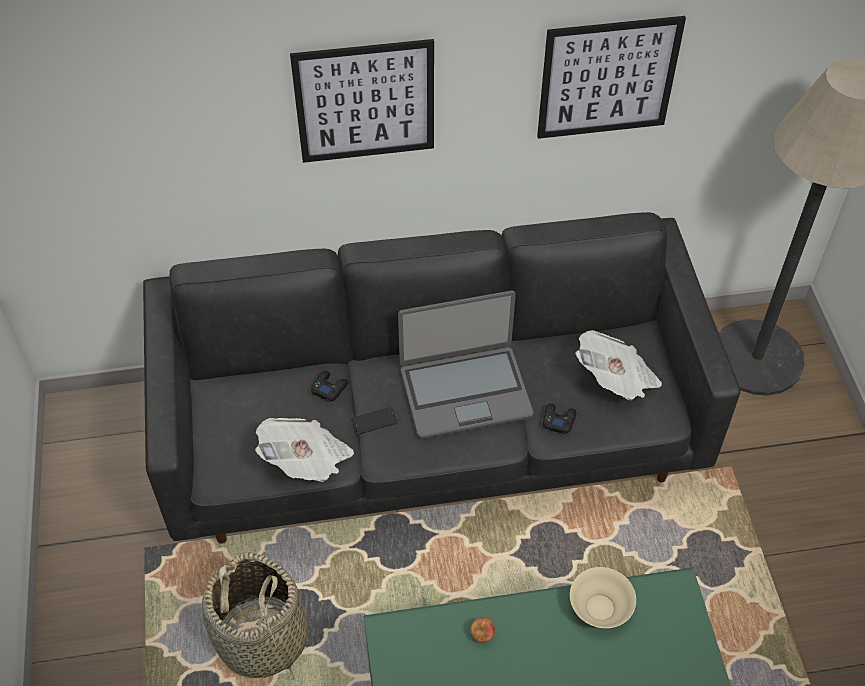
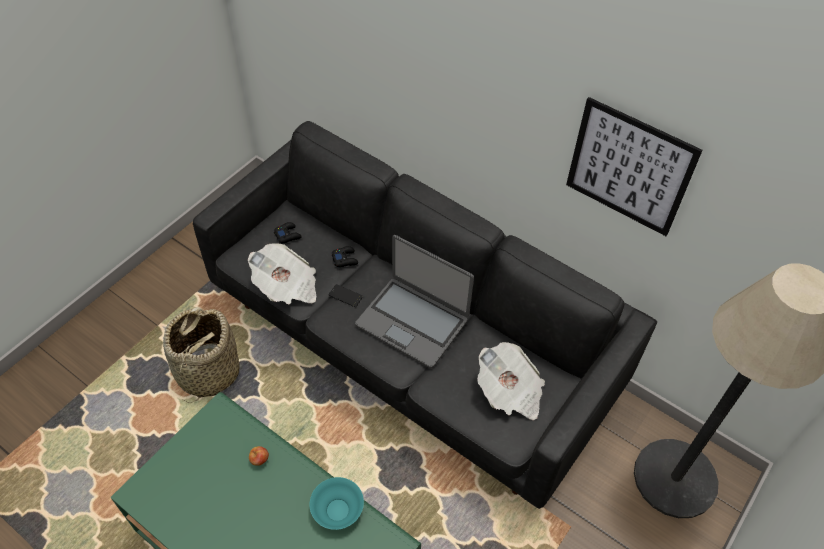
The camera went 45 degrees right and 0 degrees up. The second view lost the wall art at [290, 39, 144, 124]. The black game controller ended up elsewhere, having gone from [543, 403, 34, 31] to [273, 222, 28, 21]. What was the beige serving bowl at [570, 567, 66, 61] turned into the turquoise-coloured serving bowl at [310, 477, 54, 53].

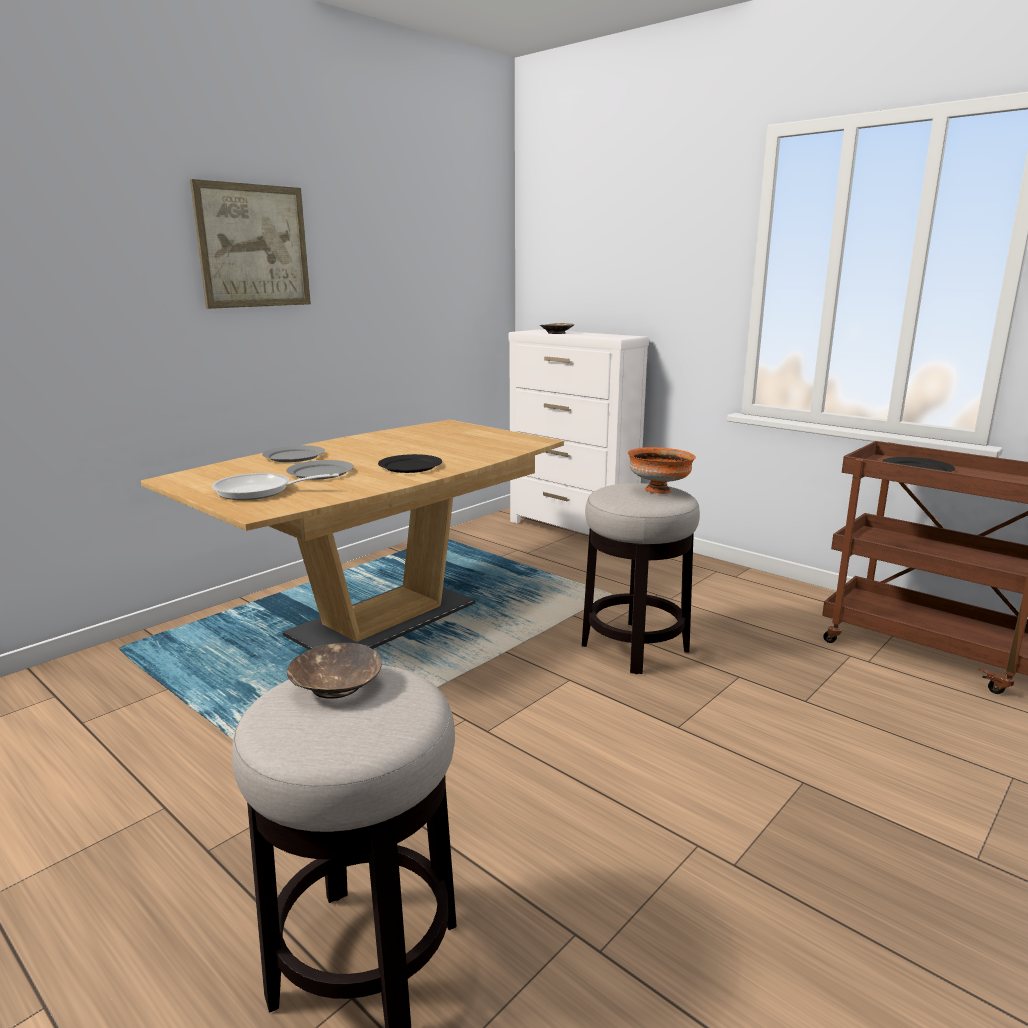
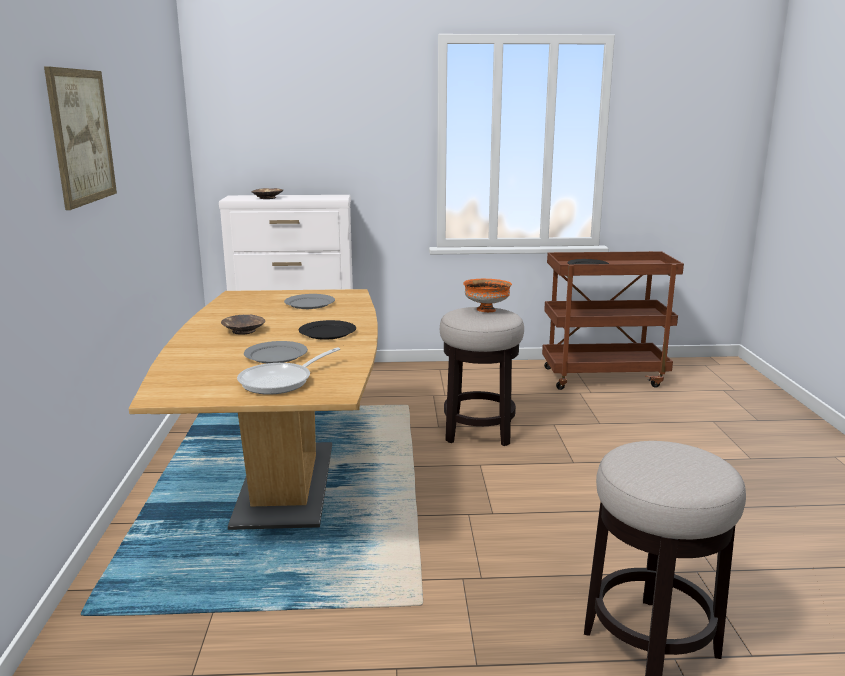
The camera went 45 degrees left and 0 degrees up. The greyish plate ended up elsewhere, having gone from [262, 445, 63, 17] to [284, 294, 51, 15]. The brown serving bowl ended up elsewhere, having gone from [287, 643, 95, 56] to [221, 315, 44, 20].

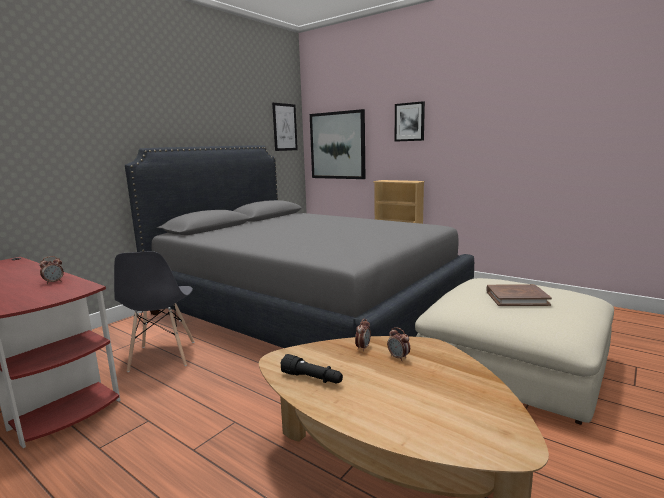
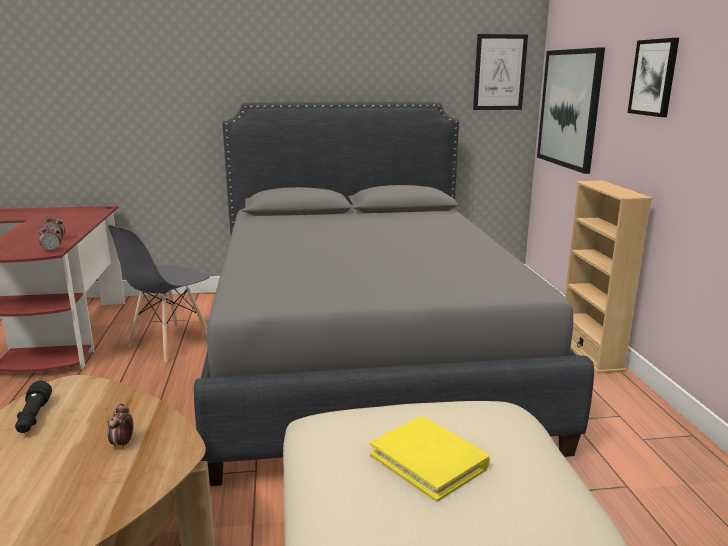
The camera went 45 degrees right and 5 degrees up. What was the brown bound book at [486, 284, 66, 22] turned into the yellowish bound book at [370, 416, 120, 86]. The alarm clock ended up elsewhere, having gone from [355, 318, 16, 33] to [39, 224, 22, 28].

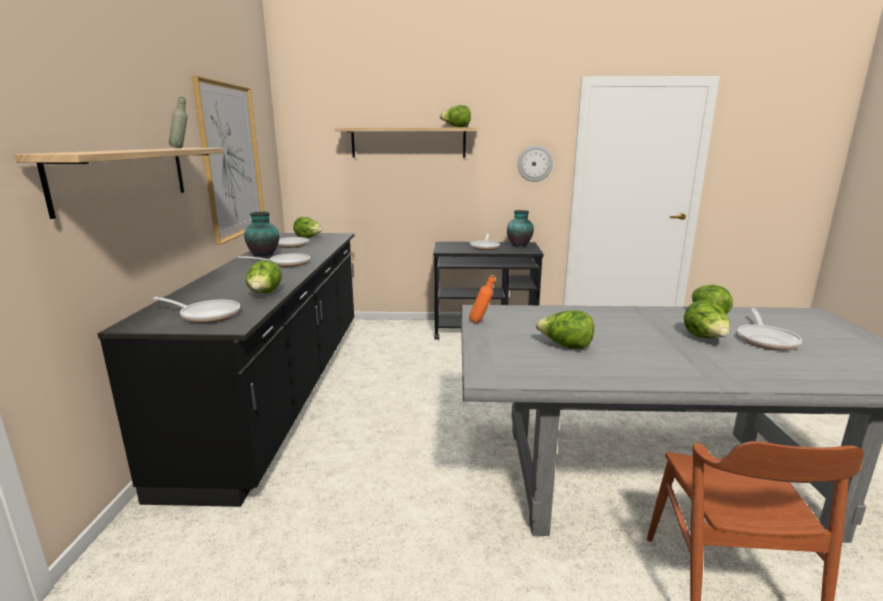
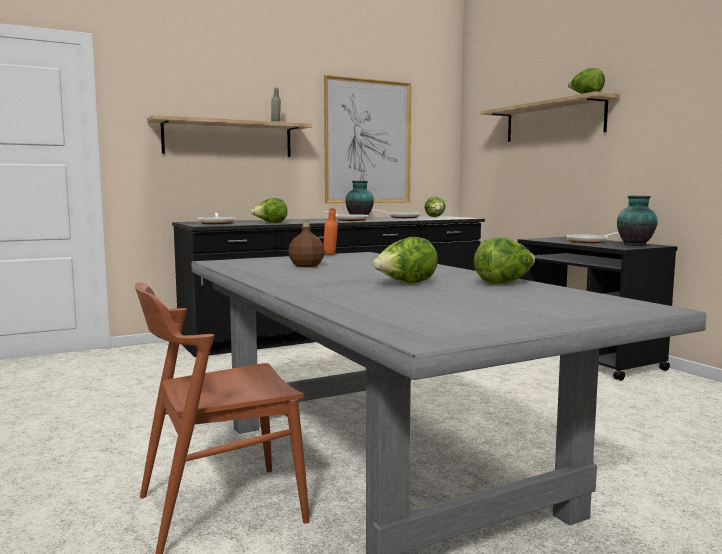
The camera went 60 degrees right and 10 degrees down. The second view lost the clock on the wall at [518, 146, 35, 36]. The second view lost the pan at [737, 308, 65, 42]. Where the head of lettuce stood at [536, 310, 58, 39], the brown beverage bottle came to stand at [288, 222, 37, 45].

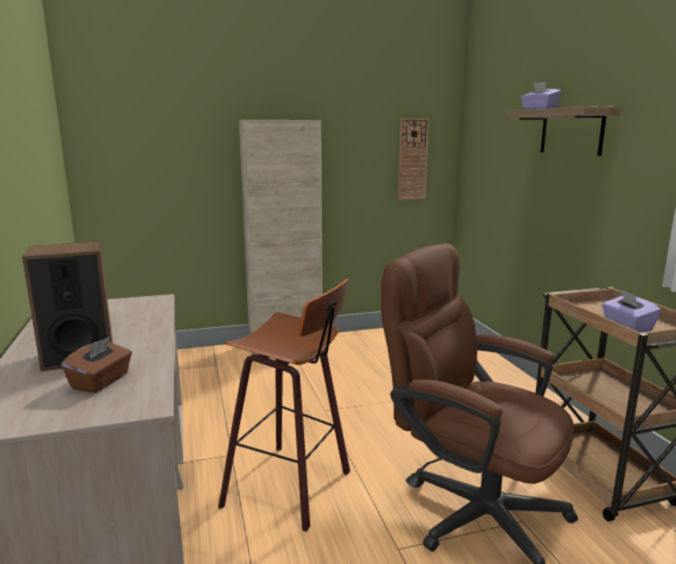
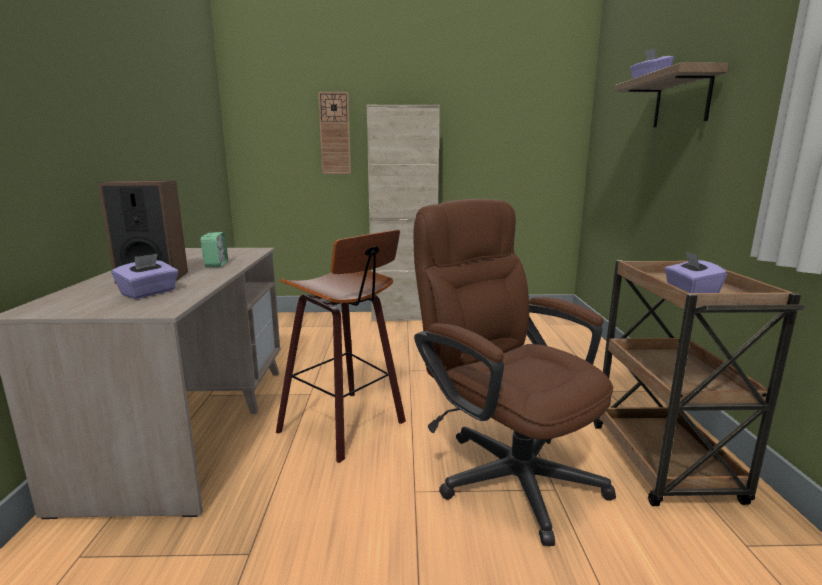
The camera went 15 degrees right and 0 degrees up. The clock on the wall ended up elsewhere, having gone from [398, 118, 31, 82] to [318, 92, 33, 82]. What was the brown tissue box at [61, 336, 71, 57] turned into the purplish tissue box at [111, 253, 67, 46]. The second view gained the alarm clock at [200, 232, 28, 35].

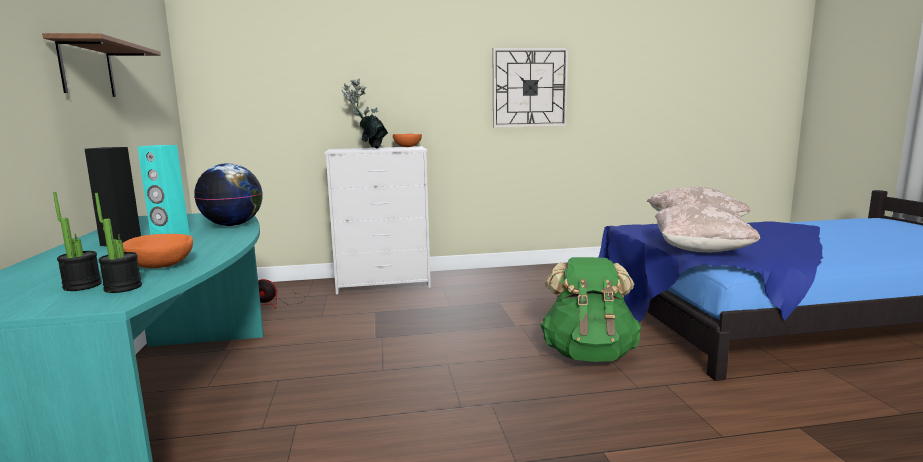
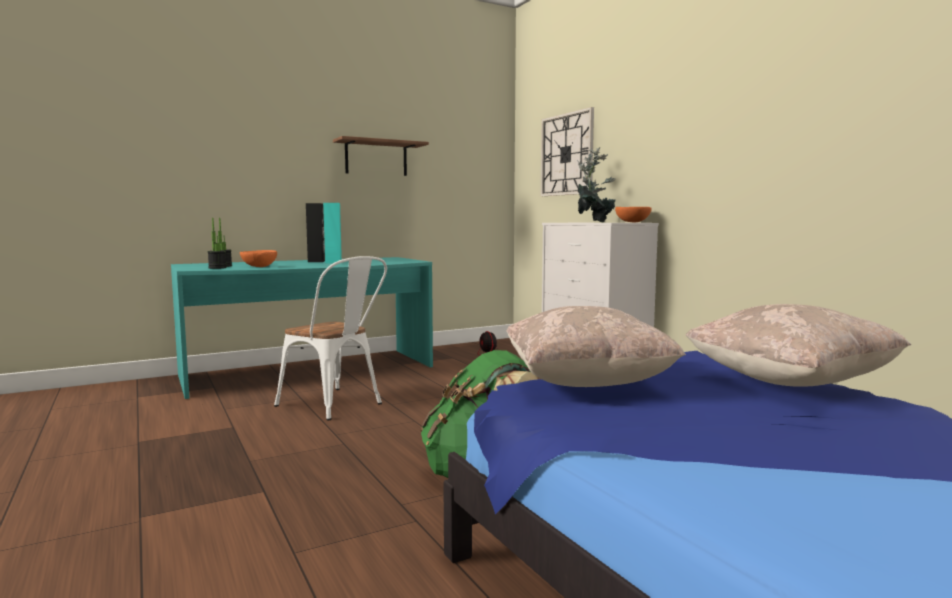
The camera went 70 degrees right and 5 degrees down. The clock on the wall ended up elsewhere, having gone from [493, 48, 75, 80] to [540, 107, 54, 89]. The second view lost the world globe at [194, 163, 69, 63]. The second view gained the whitish upright chair at [274, 256, 113, 165].

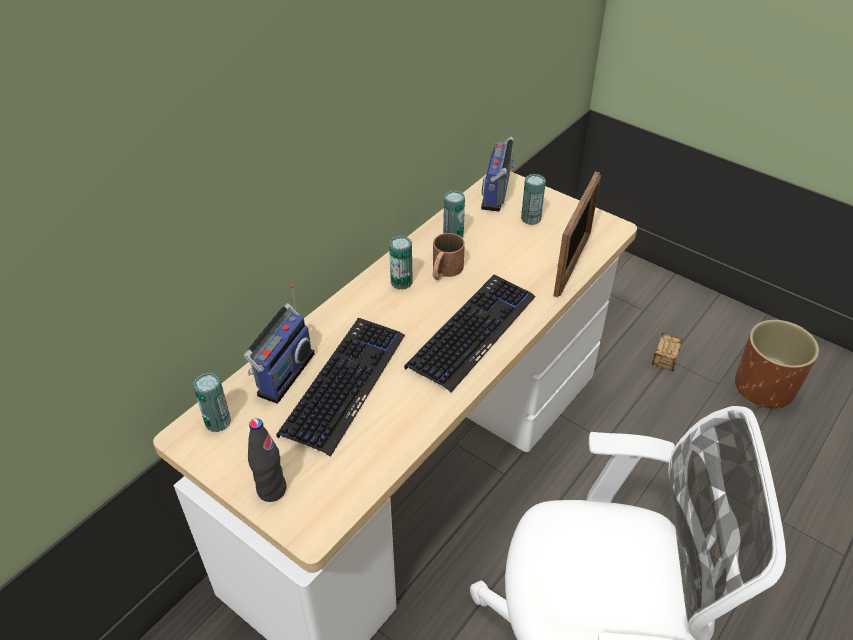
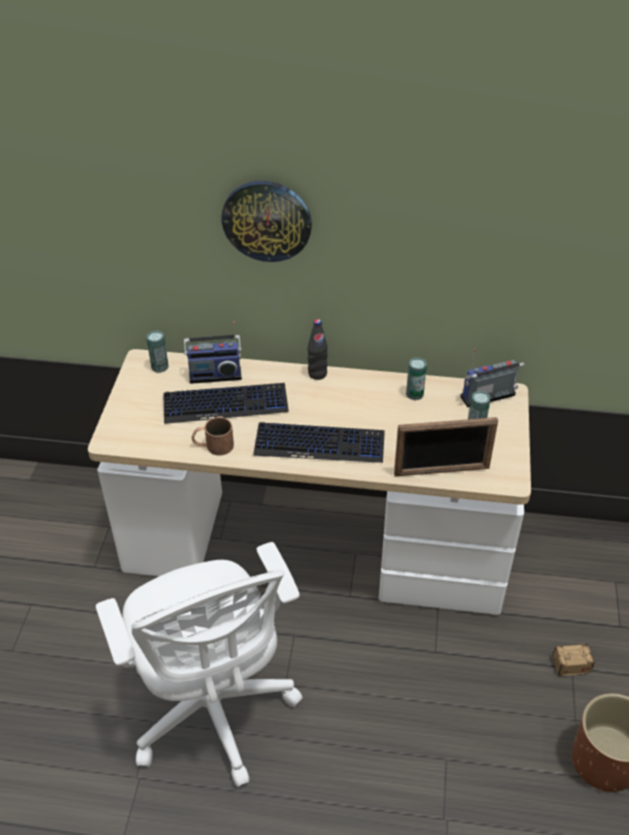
The camera went 60 degrees right and 0 degrees up. The brown coffee mug ended up elsewhere, having gone from [433, 233, 32, 47] to [192, 417, 42, 38]. The second view lost the sealed can at [389, 236, 24, 54]. The black beverage bottle ended up elsewhere, having gone from [248, 418, 39, 84] to [308, 319, 20, 61]. The second view gained the clock on the wall at [221, 181, 91, 81].

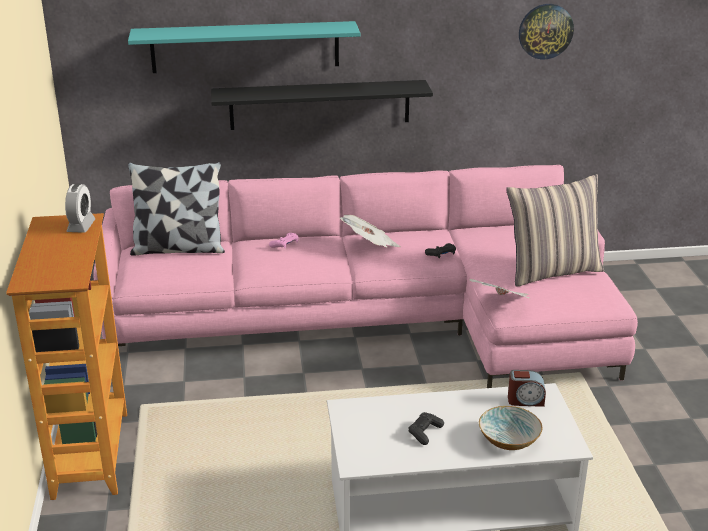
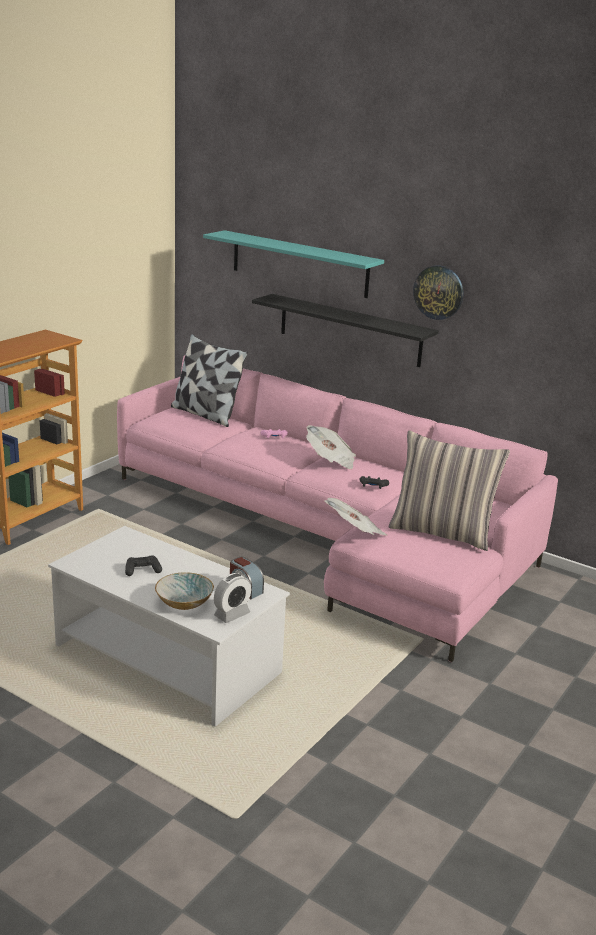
The camera went 40 degrees right and 5 degrees down. The clock on the wall ended up elsewhere, having gone from [519, 4, 55, 55] to [413, 265, 50, 55]. The alarm clock ended up elsewhere, having gone from [65, 183, 31, 50] to [214, 573, 37, 50].

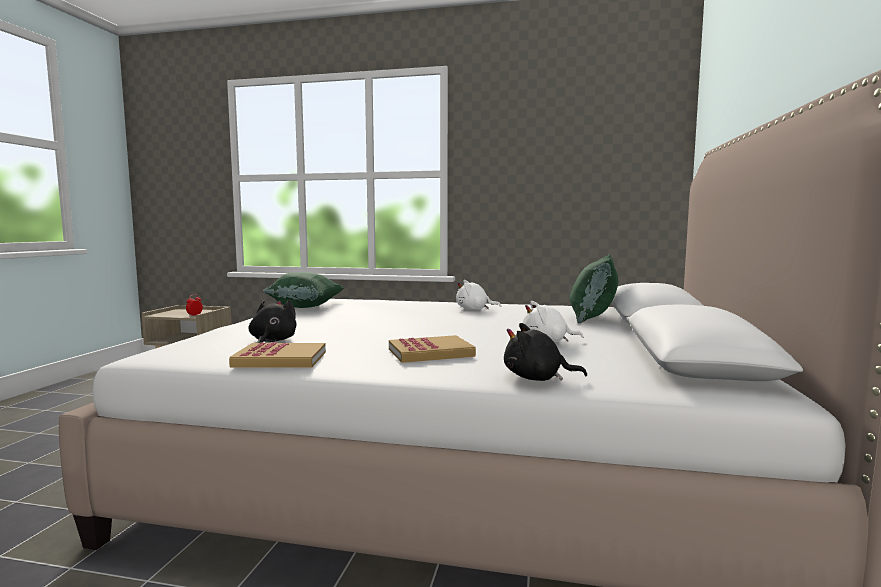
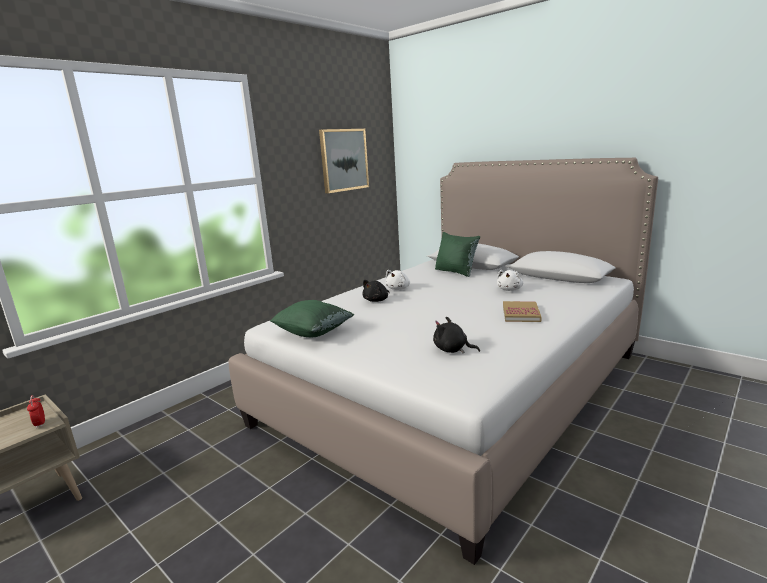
The camera went 60 degrees left and 10 degrees up. The black soft toy ended up elsewhere, having gone from [504, 323, 83, 58] to [362, 280, 28, 22]. The second view lost the bound book at [229, 342, 97, 26]. The second view gained the wall art at [319, 129, 50, 64].

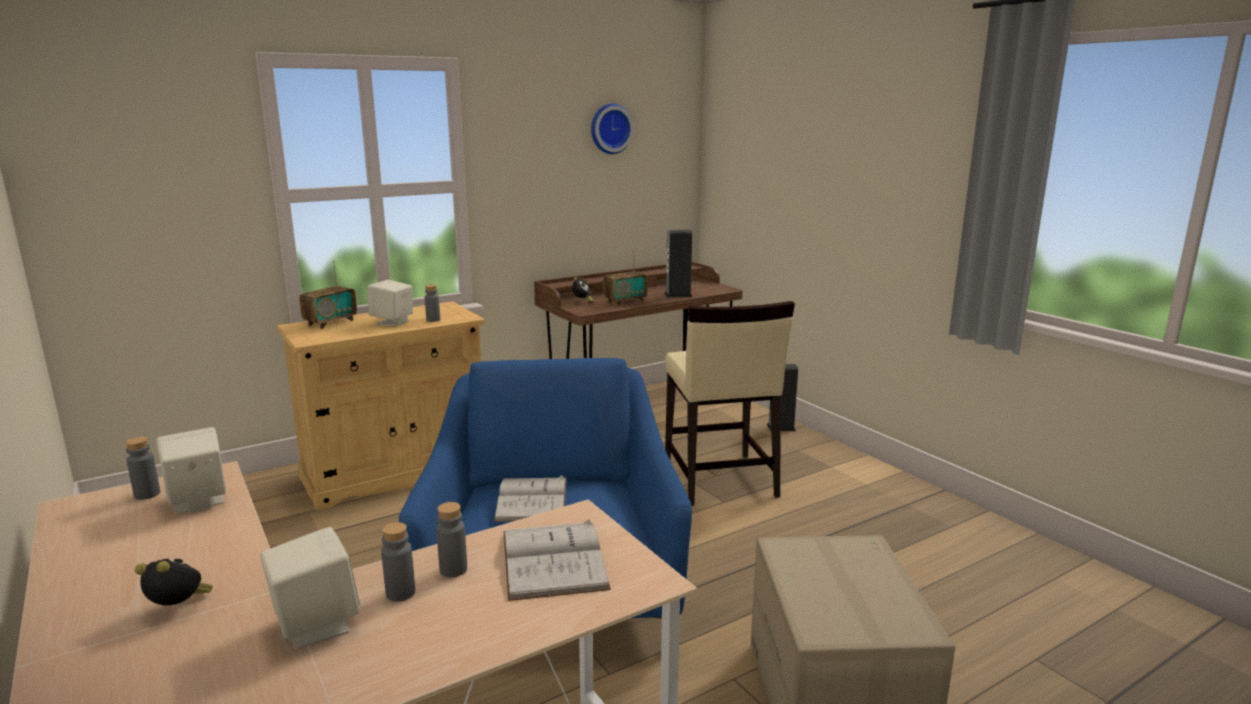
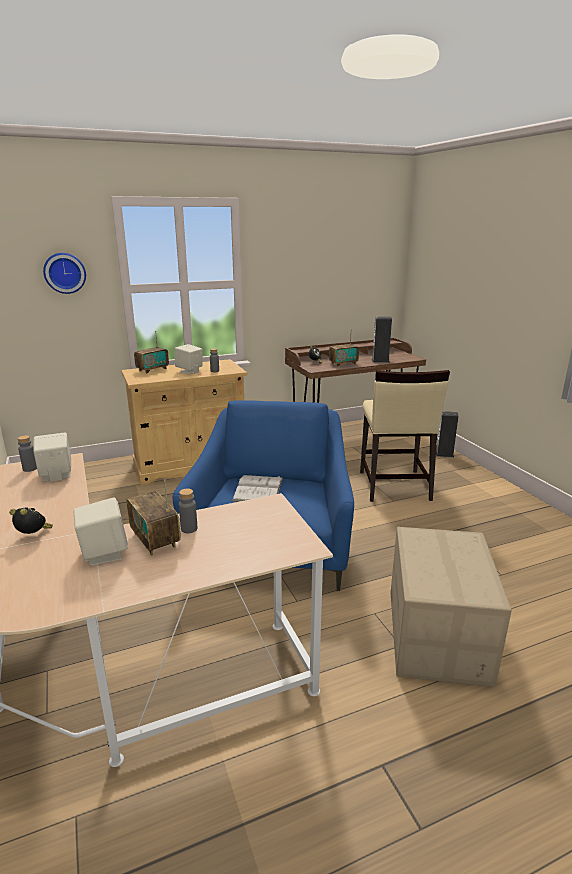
The camera went 10 degrees right and 5 degrees up. The clock on the wall ended up elsewhere, having gone from [591, 103, 43, 51] to [43, 253, 43, 41]. The second view lost the whitish bound book at [503, 519, 108, 82]. Where the greyish beverage bottle stood at [381, 522, 34, 80], the radio receiver came to stand at [126, 480, 55, 76].

